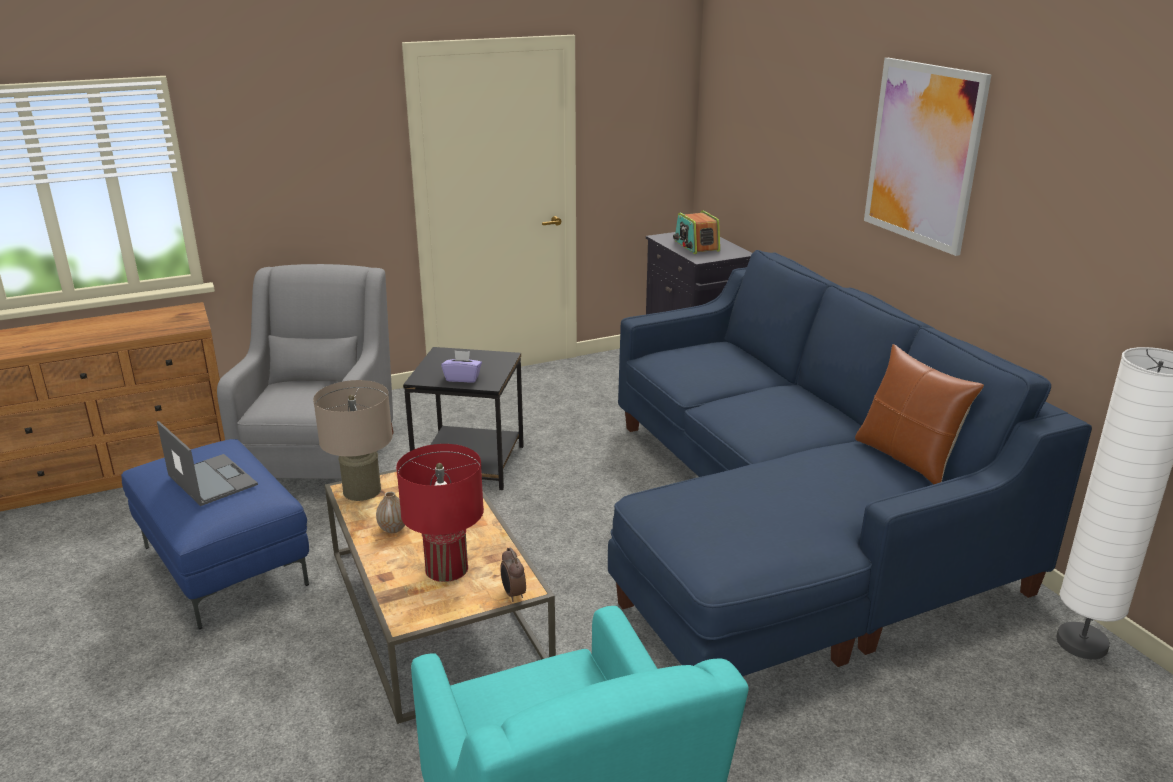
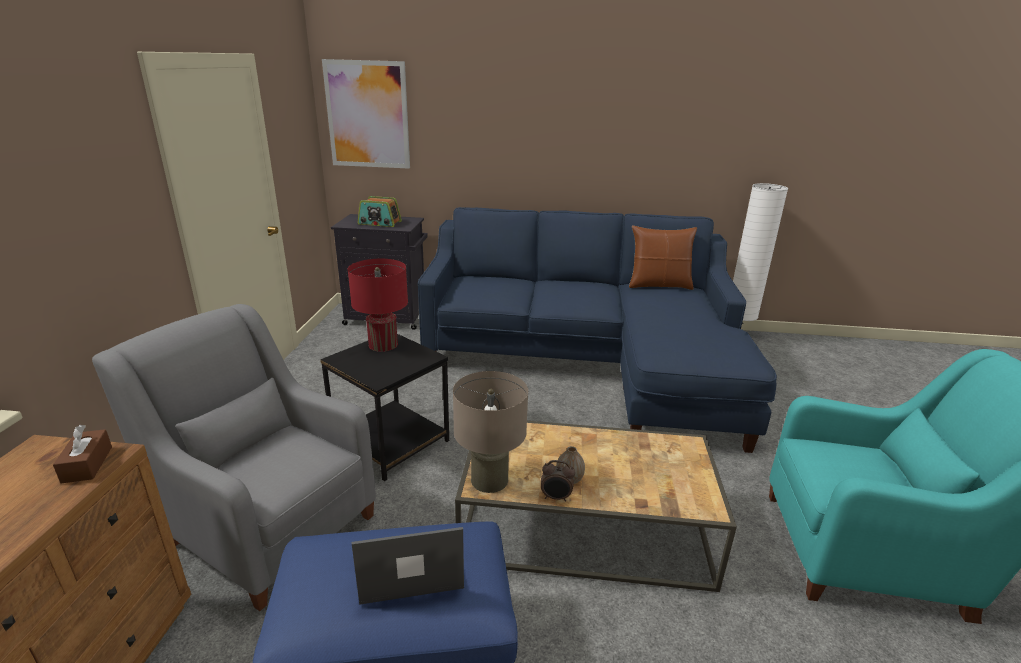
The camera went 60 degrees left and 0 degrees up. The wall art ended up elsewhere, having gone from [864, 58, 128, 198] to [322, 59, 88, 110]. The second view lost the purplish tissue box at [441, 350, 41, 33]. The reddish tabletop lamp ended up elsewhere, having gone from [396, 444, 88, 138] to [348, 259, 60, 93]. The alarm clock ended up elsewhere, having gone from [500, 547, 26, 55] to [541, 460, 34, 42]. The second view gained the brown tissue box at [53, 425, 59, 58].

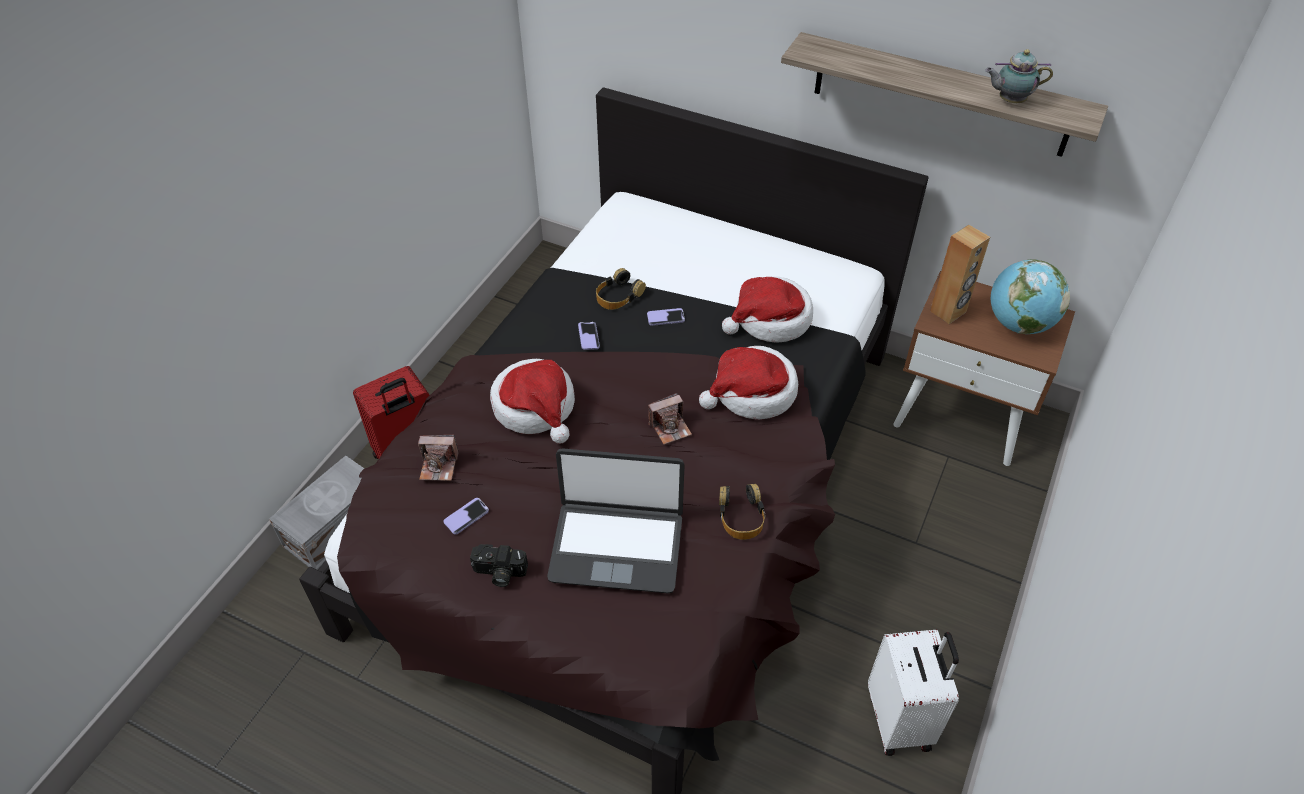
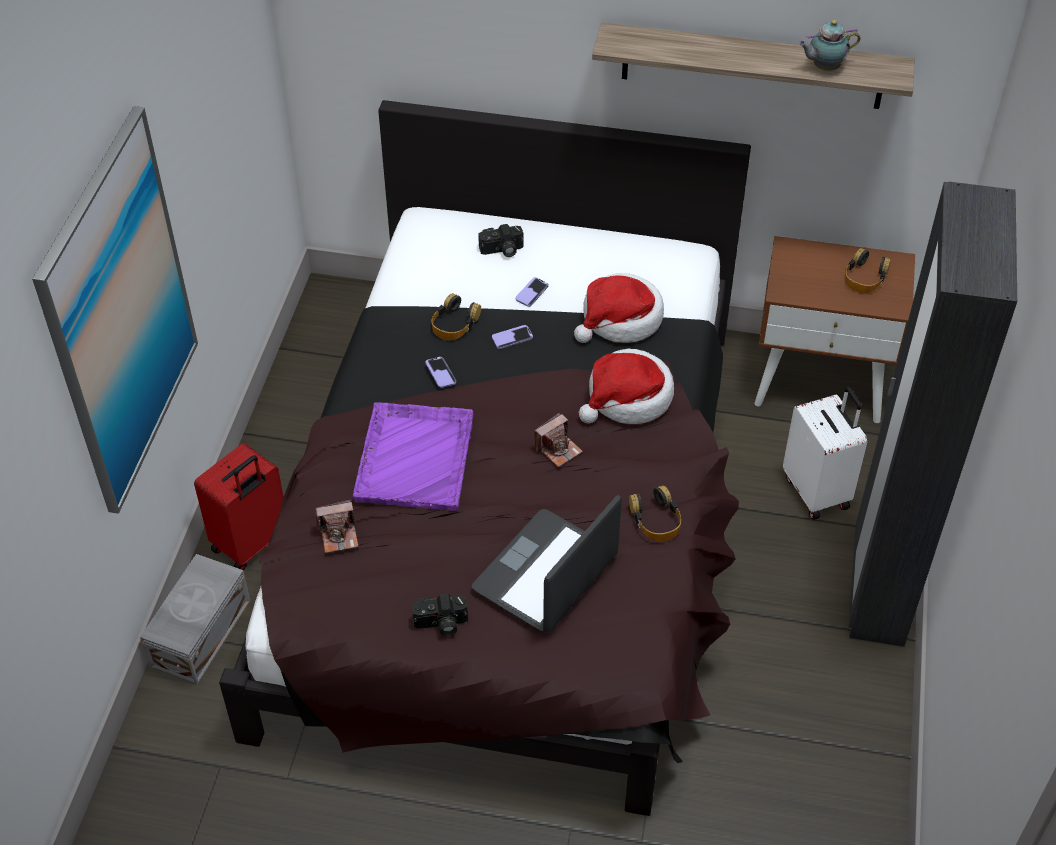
The camera went 15 degrees left and 0 degrees up. The second view lost the brown loudspeaker at [930, 225, 60, 99]. Where the world globe stood at [991, 259, 79, 75], the pair of headphones came to stand at [845, 248, 46, 45]. Where the clothing hat stood at [490, 359, 85, 84], the purplish carrying tray came to stand at [353, 402, 120, 109]. The laptop at [547, 448, 138, 145] ended up facing another way, 135 degrees clockwise from before. The phone ended up elsewhere, having gone from [444, 498, 45, 37] to [515, 277, 34, 30]. The whitish travel case ended up elsewhere, having gone from [868, 629, 91, 127] to [783, 387, 84, 133]. The second view gained the wall art at [32, 106, 166, 408]. The second view gained the black clothes cupboard at [848, 181, 169, 466]. The second view gained the still camera at [478, 224, 46, 33].

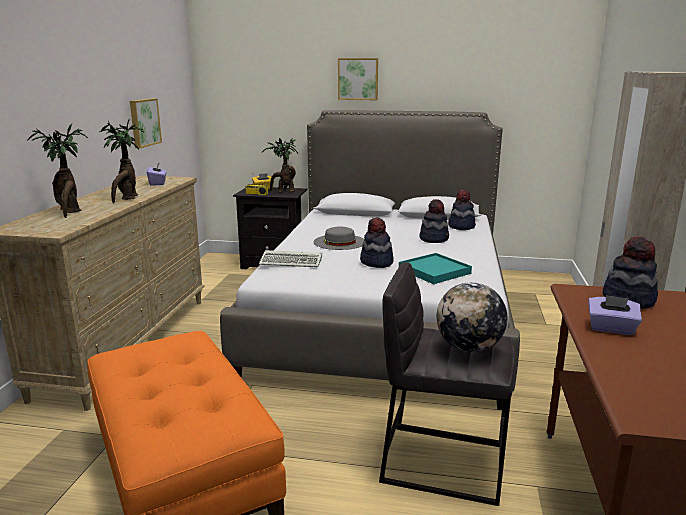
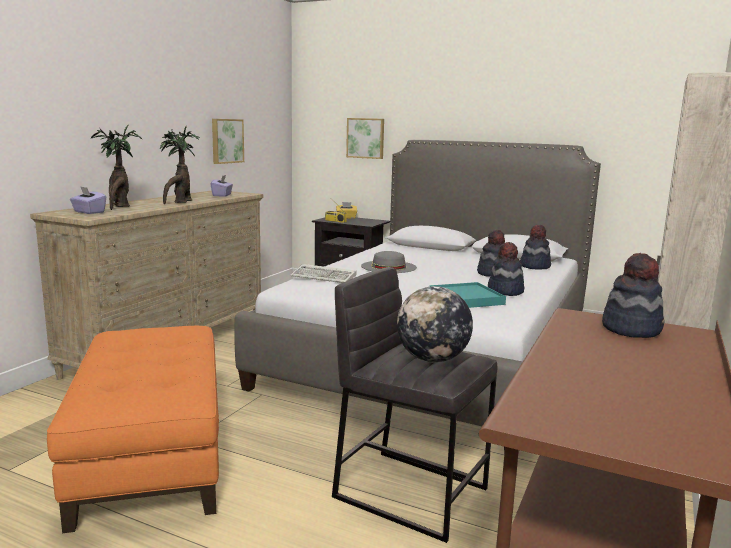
The camera went 15 degrees right and 5 degrees down. The wall art ended up elsewhere, having gone from [338, 58, 40, 42] to [346, 118, 38, 41]. The second view lost the houseplant at [262, 138, 36, 54]. The clothing hat ended up elsewhere, having gone from [360, 217, 34, 51] to [488, 242, 36, 54]. The purplish tissue box ended up elsewhere, having gone from [588, 295, 54, 40] to [70, 186, 36, 28].

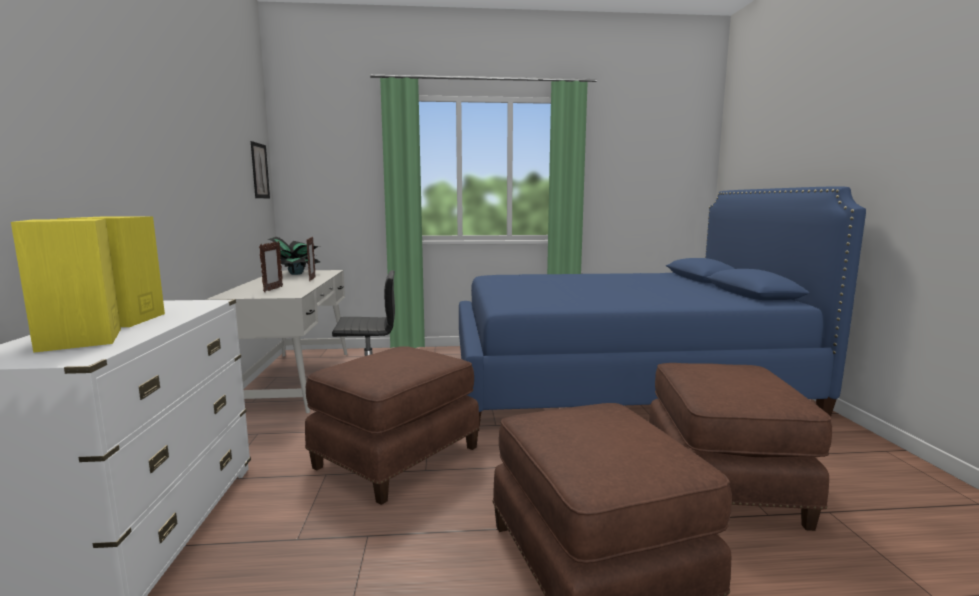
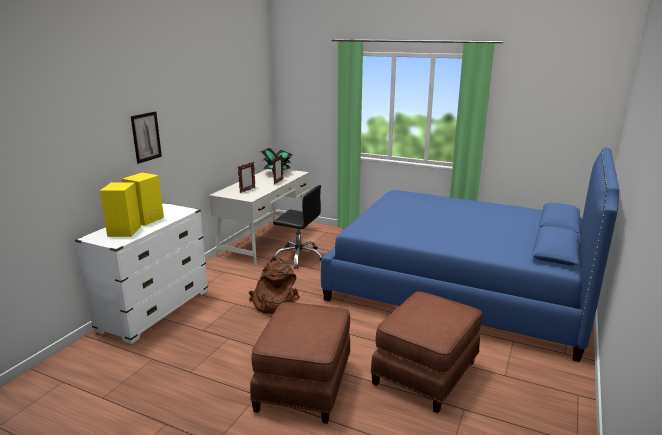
The camera went 30 degrees right and 10 degrees up. The wall art ended up elsewhere, having gone from [251, 141, 19, 57] to [131, 111, 31, 53]. Where the brown footrest stood at [305, 346, 175, 159], the brown backpack came to stand at [248, 257, 52, 57].

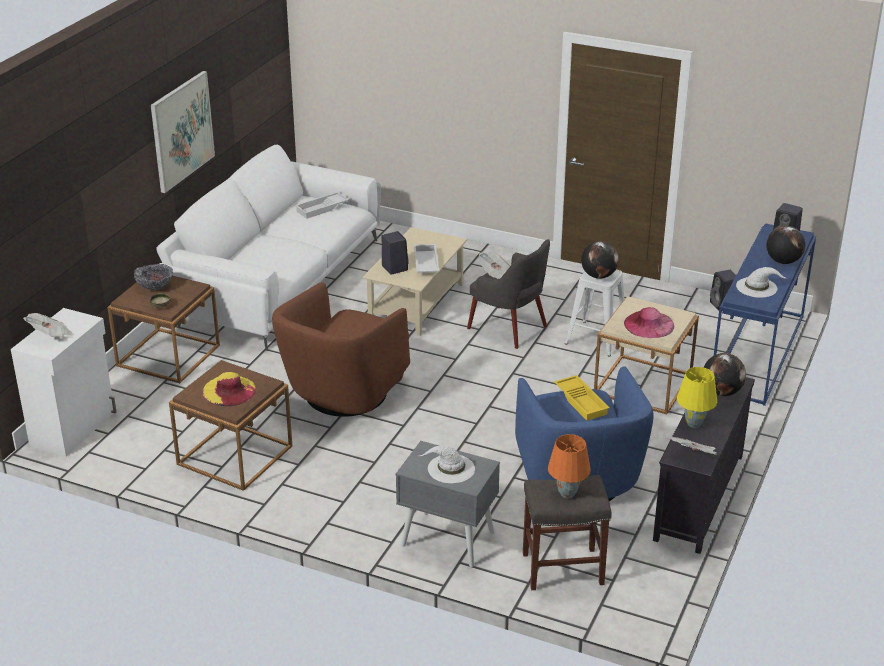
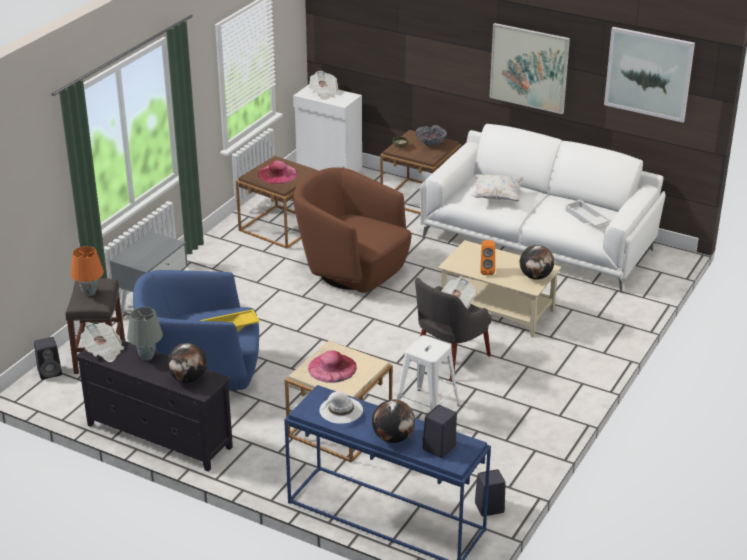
The camera went 95 degrees right and 0 degrees up. The black loudspeaker ended up elsewhere, having gone from [381, 231, 28, 44] to [34, 337, 28, 43]. The world globe ended up elsewhere, having gone from [581, 241, 38, 38] to [520, 245, 34, 35]. Where the whitish carrying tray stood at [414, 244, 25, 29], the orange loudspeaker came to stand at [480, 240, 15, 35]. What was the yellowish tabletop lamp at [677, 367, 40, 61] turned into the greyish tabletop lamp at [127, 307, 36, 54]. What was the yellowish clothing hat at [202, 372, 54, 34] turned into the pink-coloured clothing hat at [258, 160, 39, 24]. The second view lost the whitish clothing hat at [419, 446, 56, 37]. The second view gained the wall art at [604, 27, 91, 96]. The second view gained the whitish throw pillow at [471, 174, 53, 27].

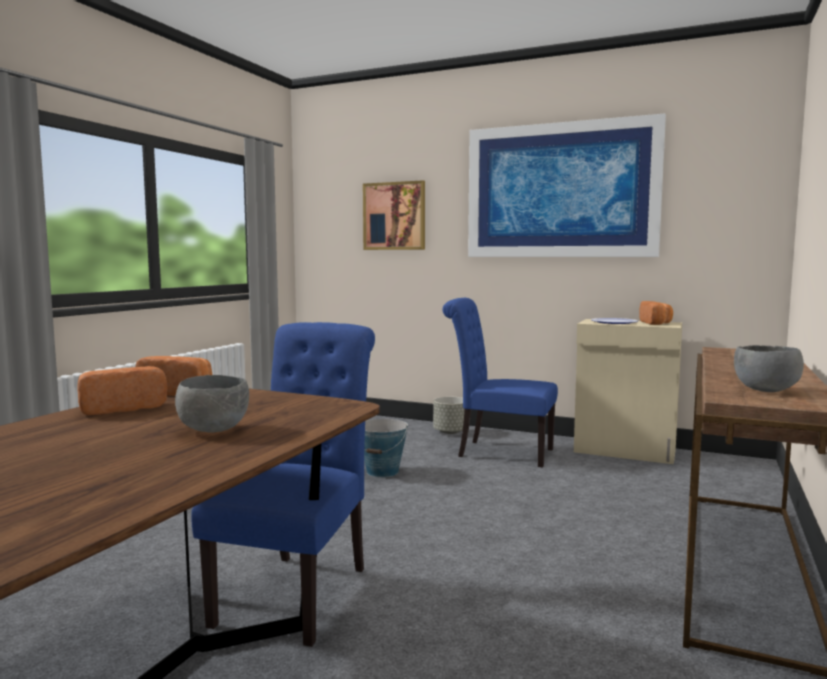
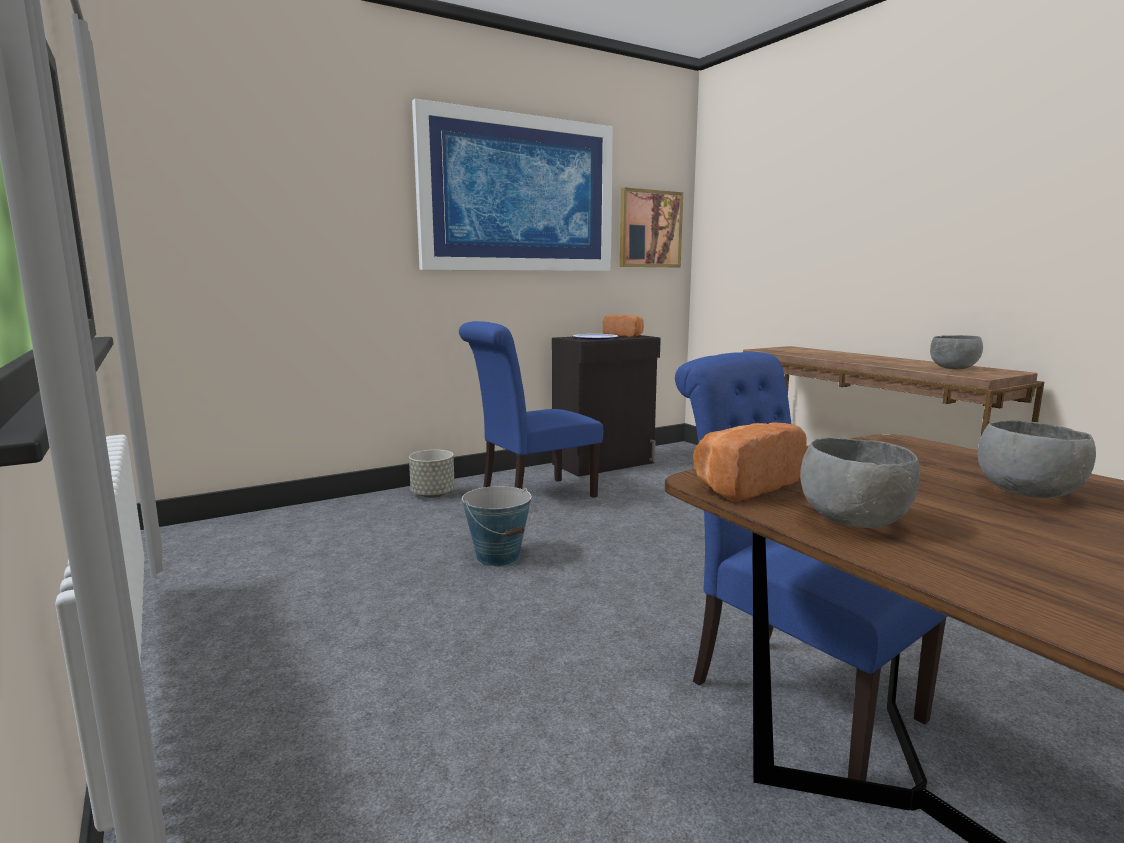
The camera went 55 degrees left and 5 degrees up. The wall art ended up elsewhere, having gone from [363, 180, 62, 70] to [620, 187, 63, 80]. What was the beige cabinet at [574, 319, 108, 145] turned into the black cabinet at [552, 335, 109, 142]. Where the bread stood at [77, 366, 90, 49], the greyish serving bowl came to stand at [800, 438, 121, 90].

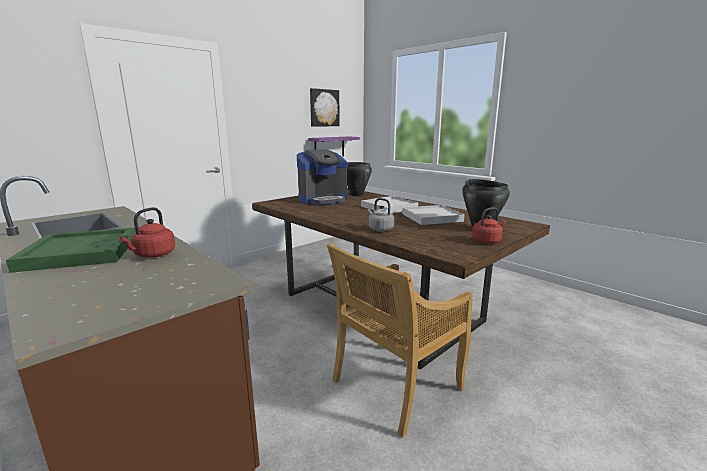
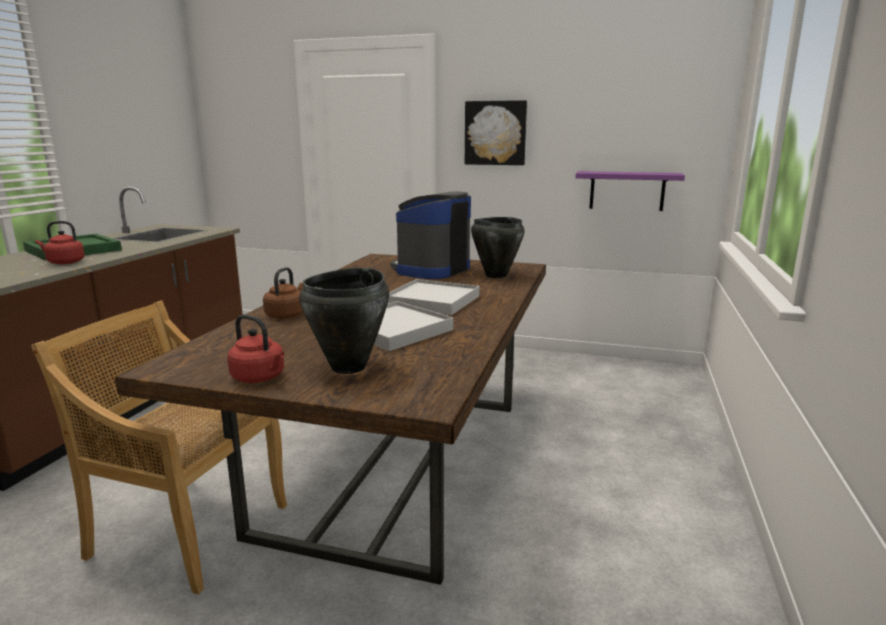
The camera went 60 degrees right and 0 degrees up. The wall art ended up elsewhere, having gone from [310, 88, 30, 39] to [465, 100, 62, 65]. The coffee maker at [297, 149, 51, 56] ended up facing another way, 90 degrees clockwise from before. What was the greyish water kettle at [368, 198, 26, 33] turned into the brown water kettle at [263, 267, 40, 52].

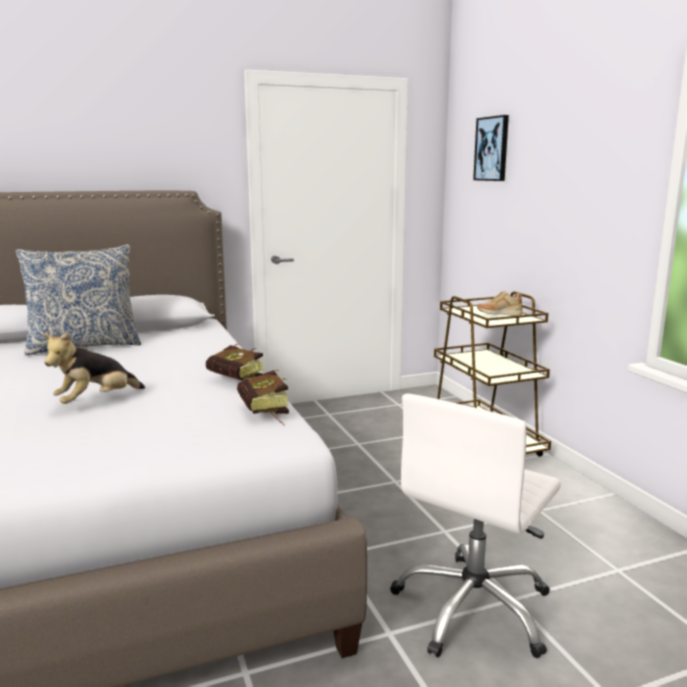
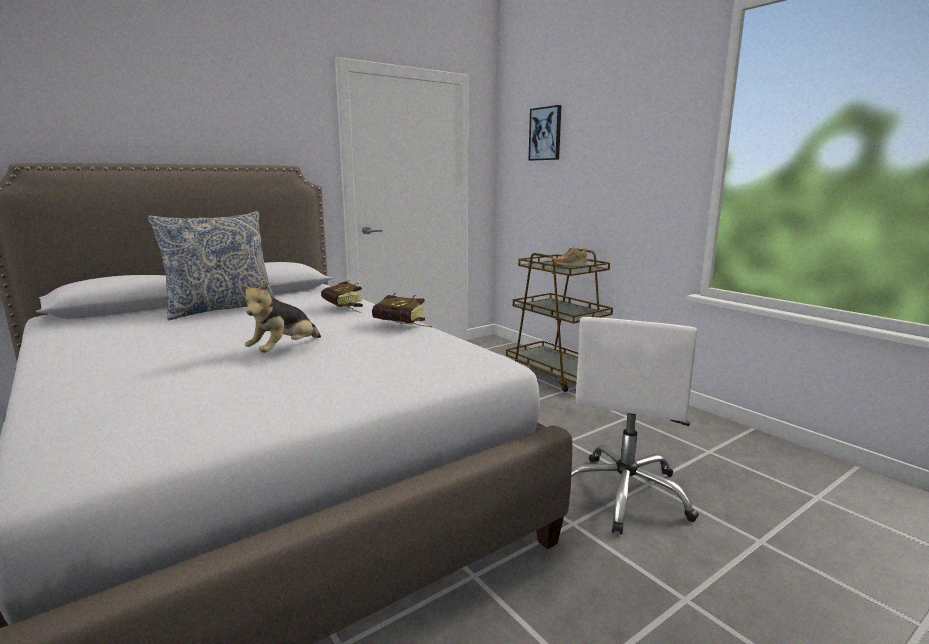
The camera went 15 degrees left and 0 degrees up. The bound book ended up elsewhere, having gone from [237, 370, 52, 55] to [321, 280, 42, 33].

